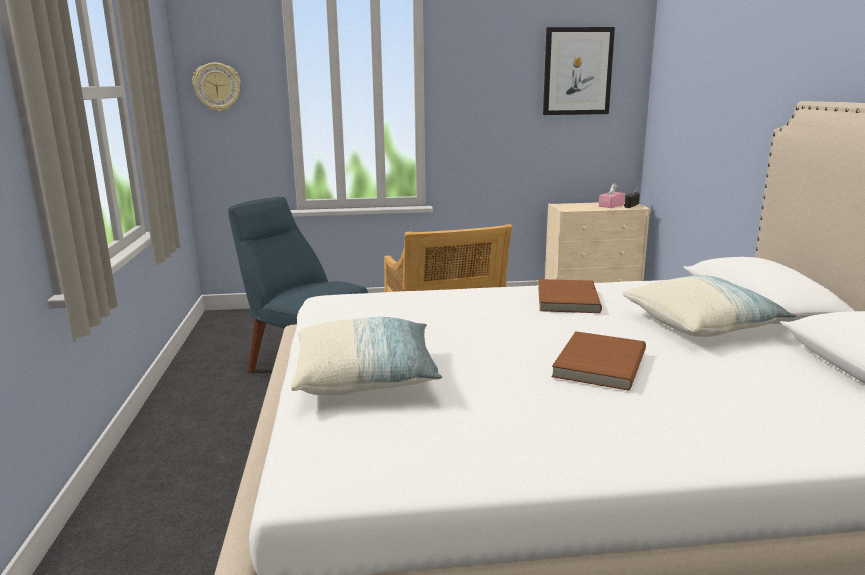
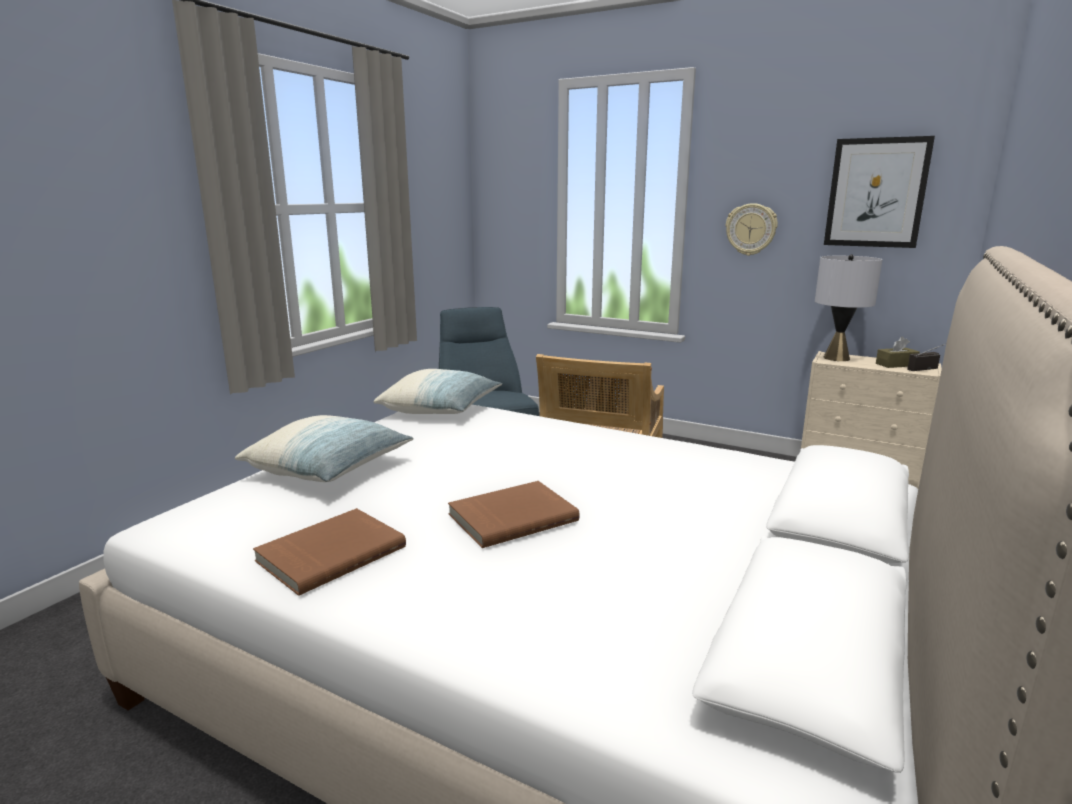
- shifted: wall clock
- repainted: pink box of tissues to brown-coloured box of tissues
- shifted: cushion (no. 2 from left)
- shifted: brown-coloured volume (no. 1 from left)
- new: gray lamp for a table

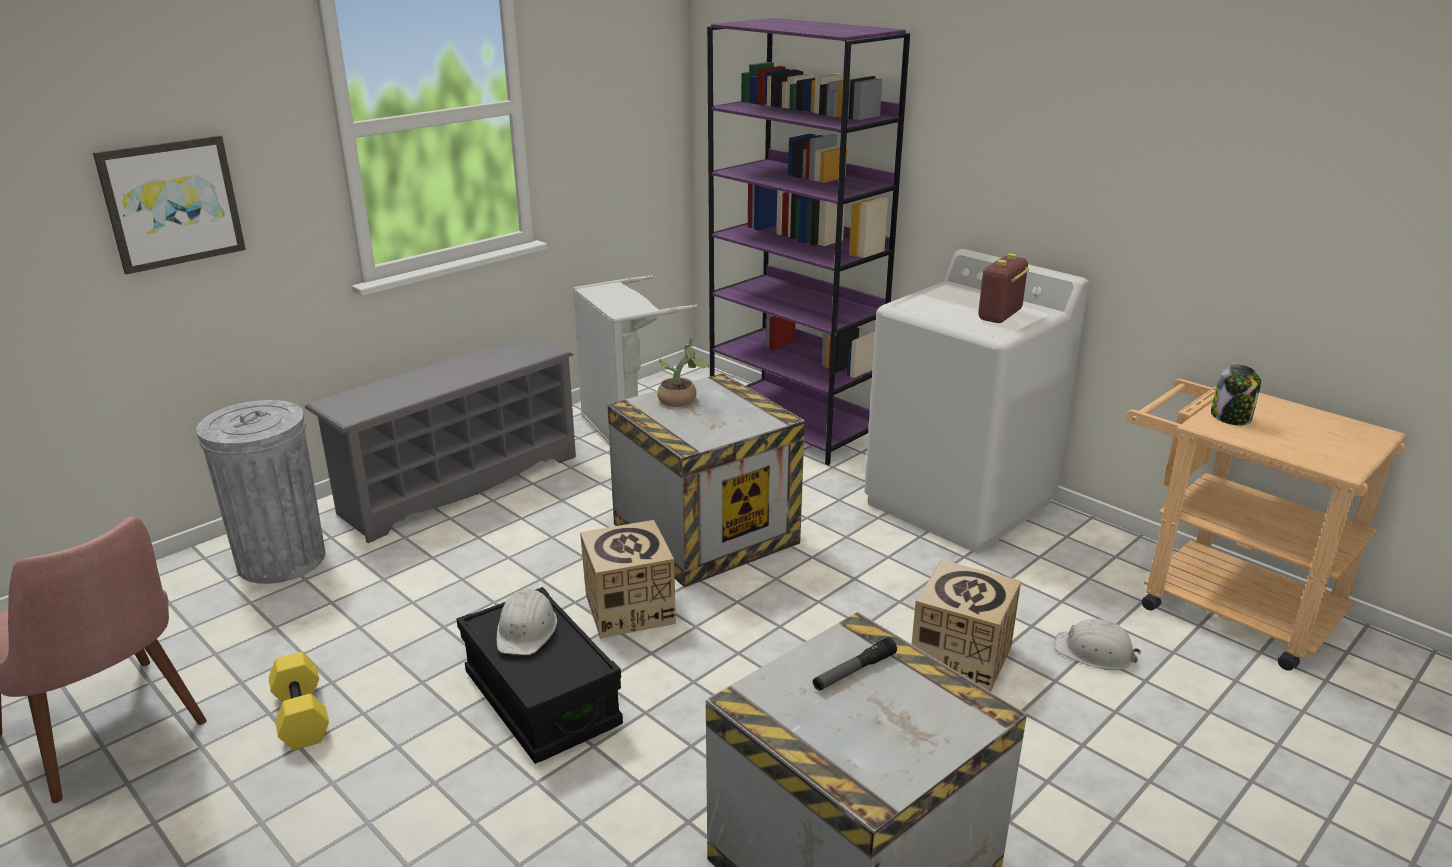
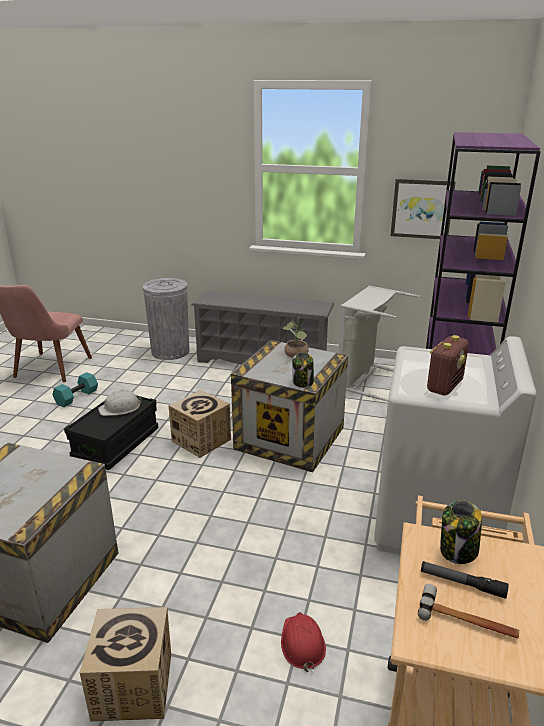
- shifted: wall art
- rotated: radio 120 degrees clockwise
- shifted: packing box (no. 2 from left in the first image) to packing box (no. 1 from left)
- repainted: white work helmet (no. 2 from left) to red-coloured work helmet
- shifted: flashlight
- repainted: yellow dumbbell to turquoise dumbbell
- new: preserve jar (no. 1 from left)
- new: hand hammer

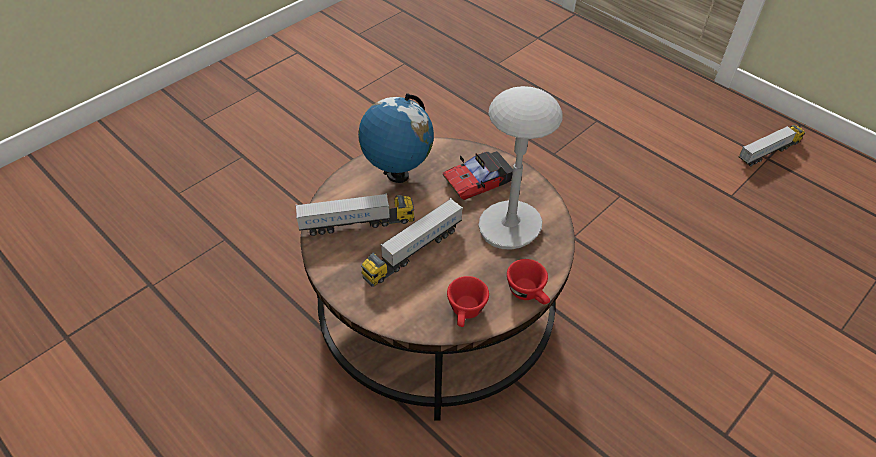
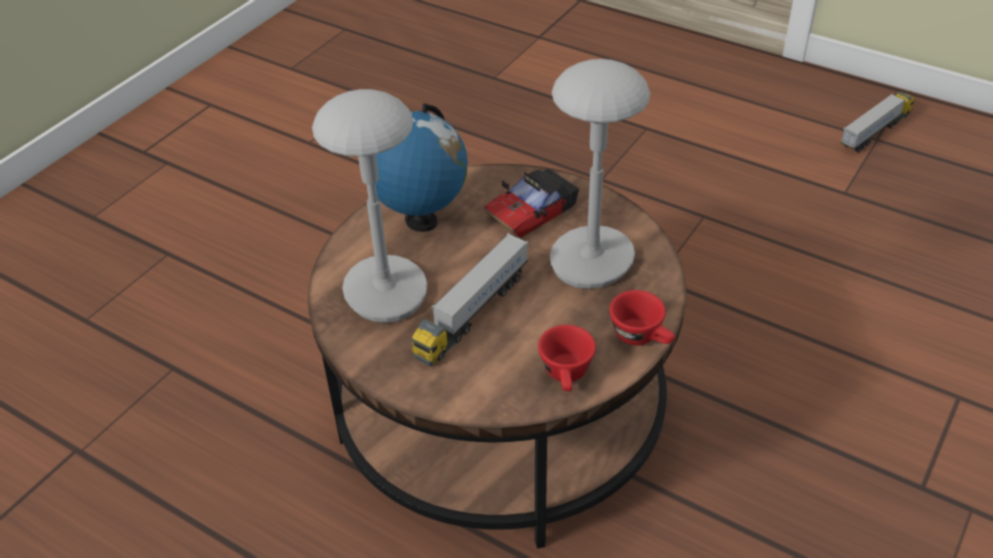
- swapped: model truck (no. 1 from left) to gray lamp for a table (no. 1 from left)

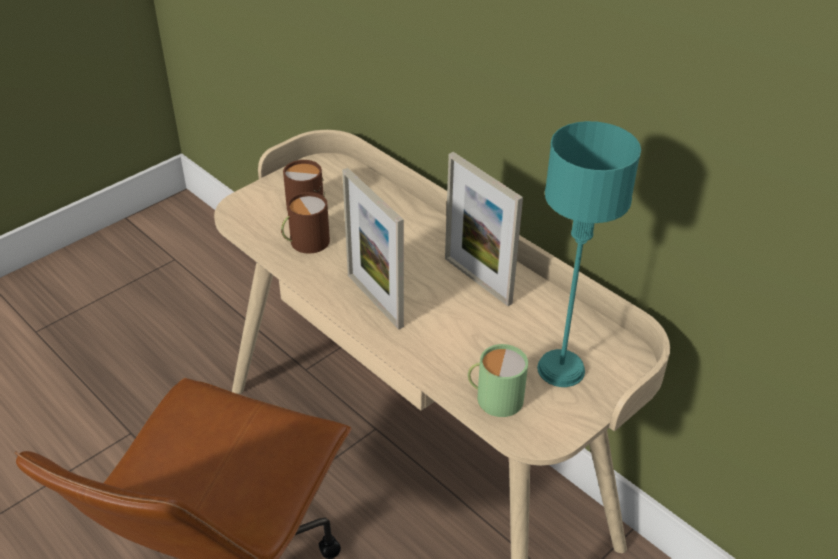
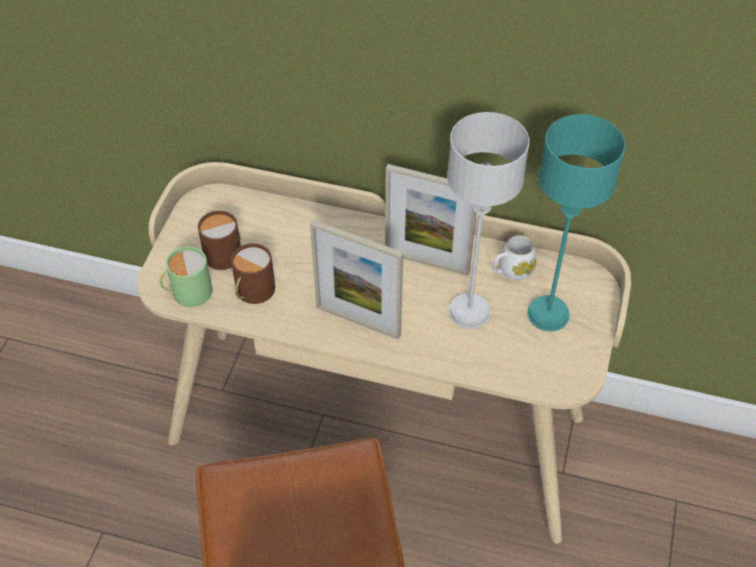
- shifted: green tea mug
- new: gray lamp for a table
- new: white tea mug

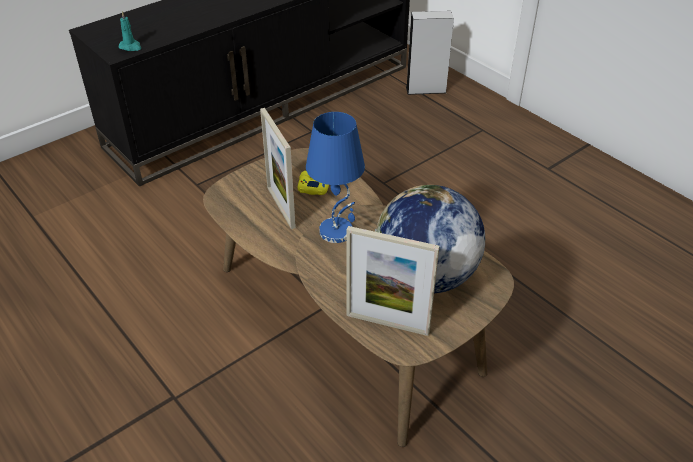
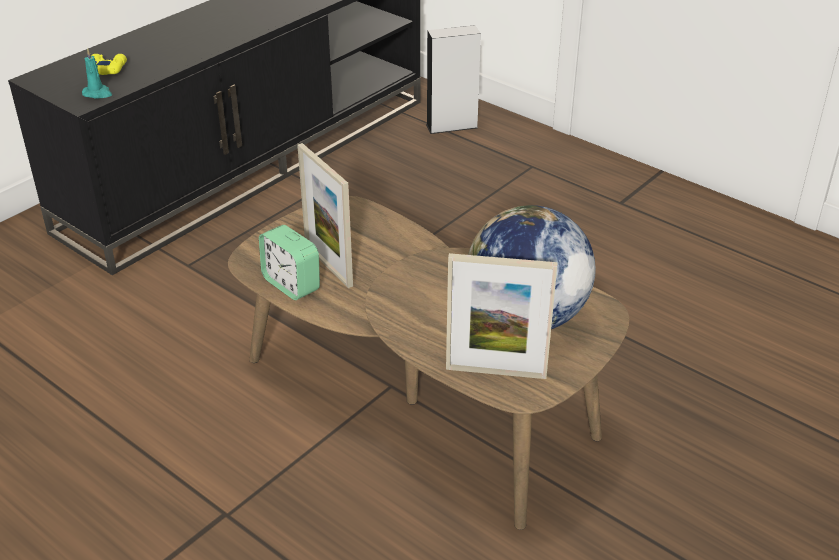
- gone: blue lamp for a table
- shifted: yellow joypad
- new: table clock

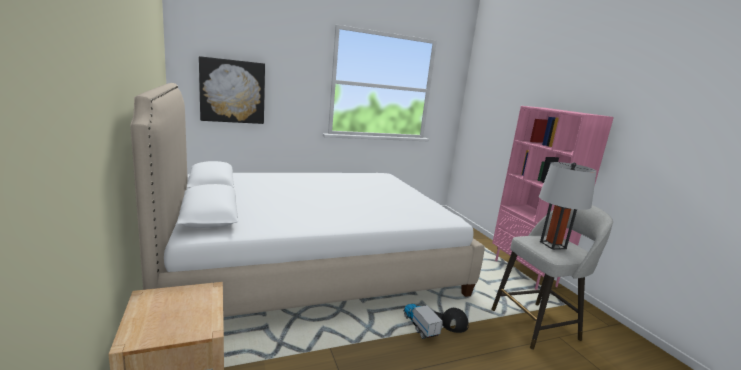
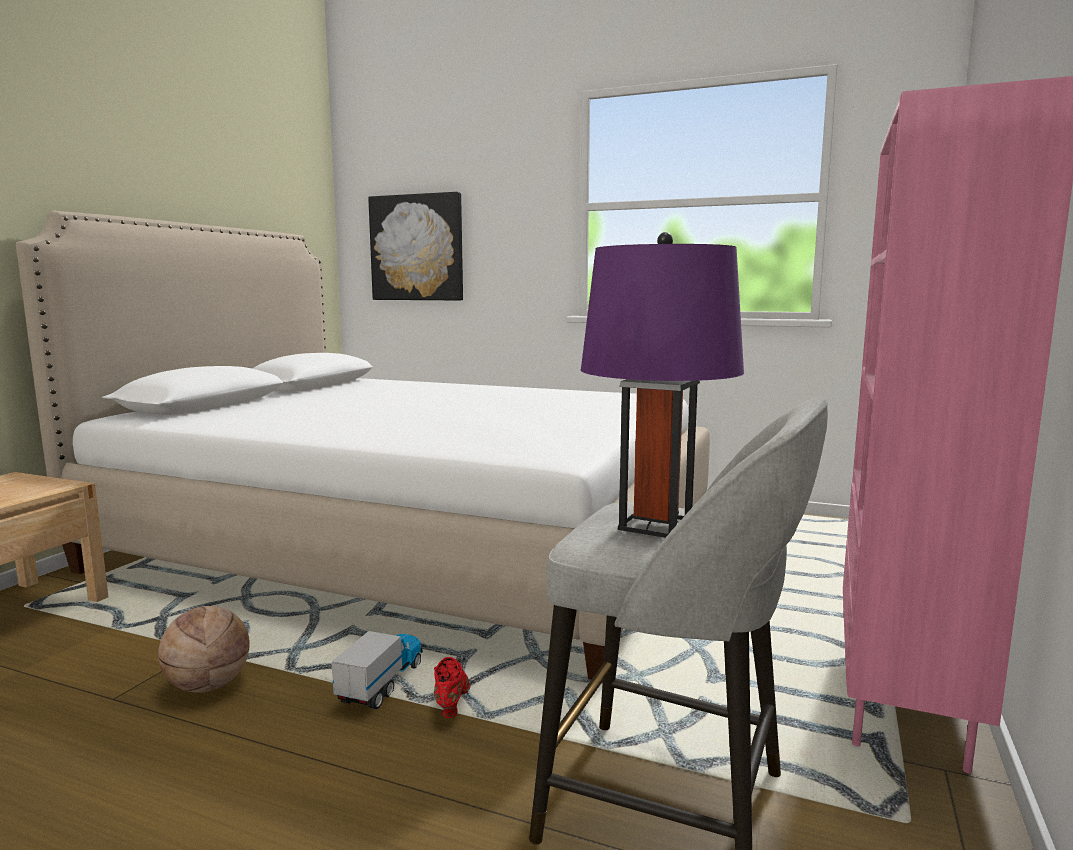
- repainted: gray lamp for a table to purple-coloured lamp for a table
- swapped: black baseball cap to red-coloured low shoe
- new: ball for basketball

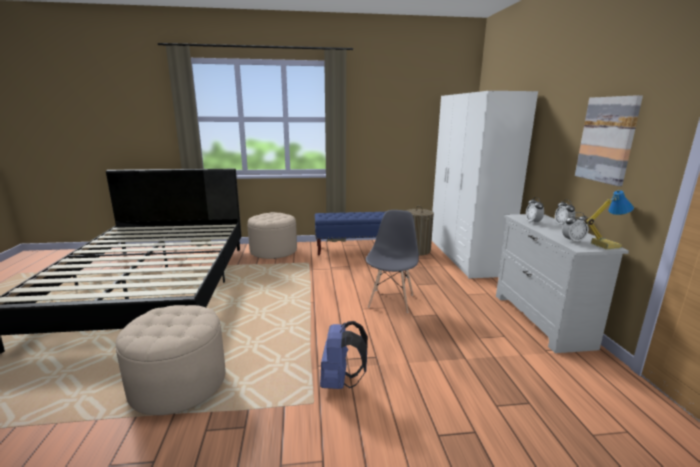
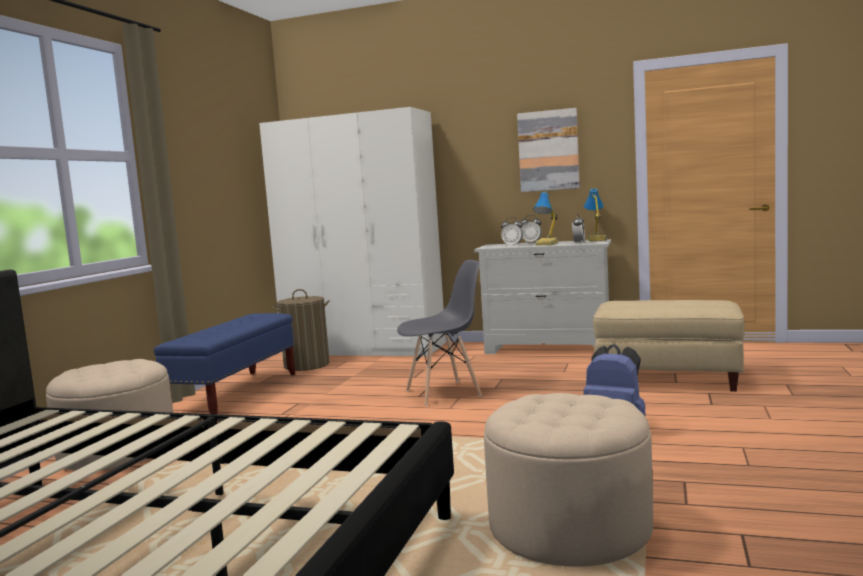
- rotated: gray plain chair 120 degrees clockwise
- new: lamp for a table (no. 1 from left)
- new: beige-coloured footrest (no. 3 from left)

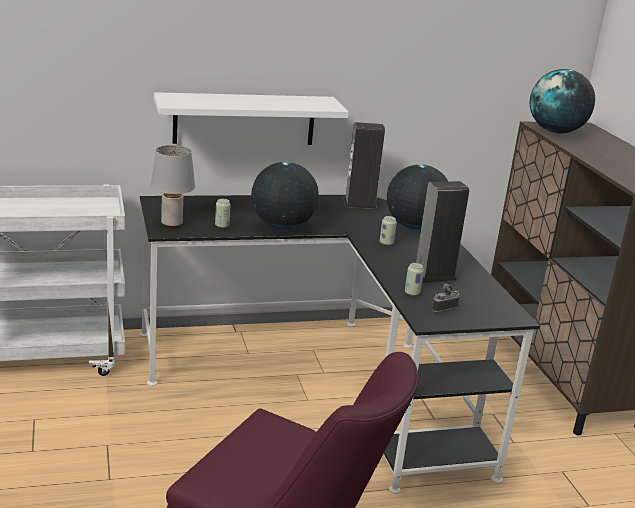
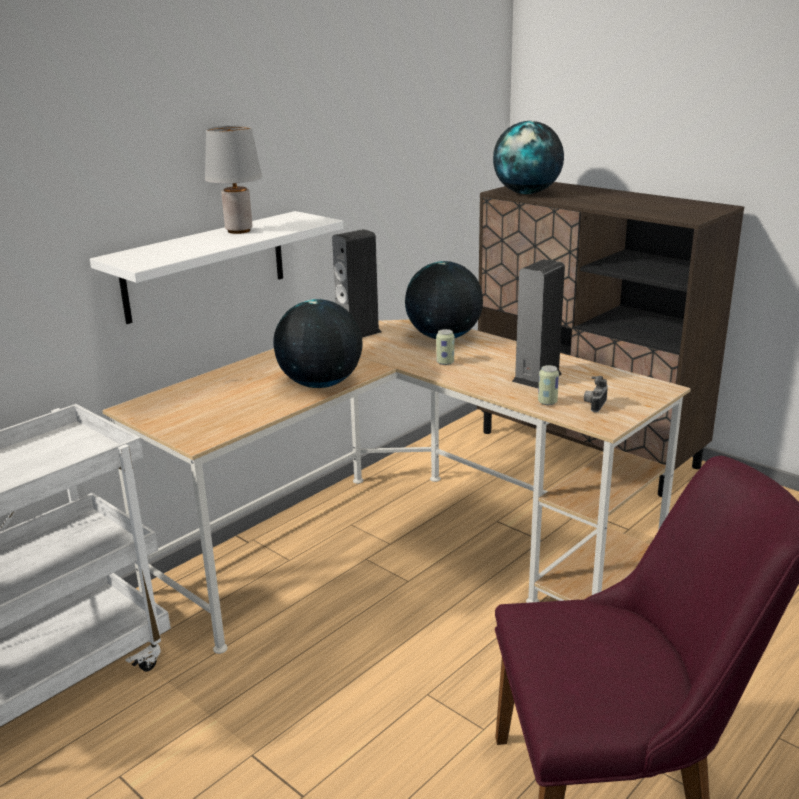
- shifted: gray lamp for a table
- repainted: black desk table to beige-coloured desk table
- gone: sealed can (no. 1 from left)

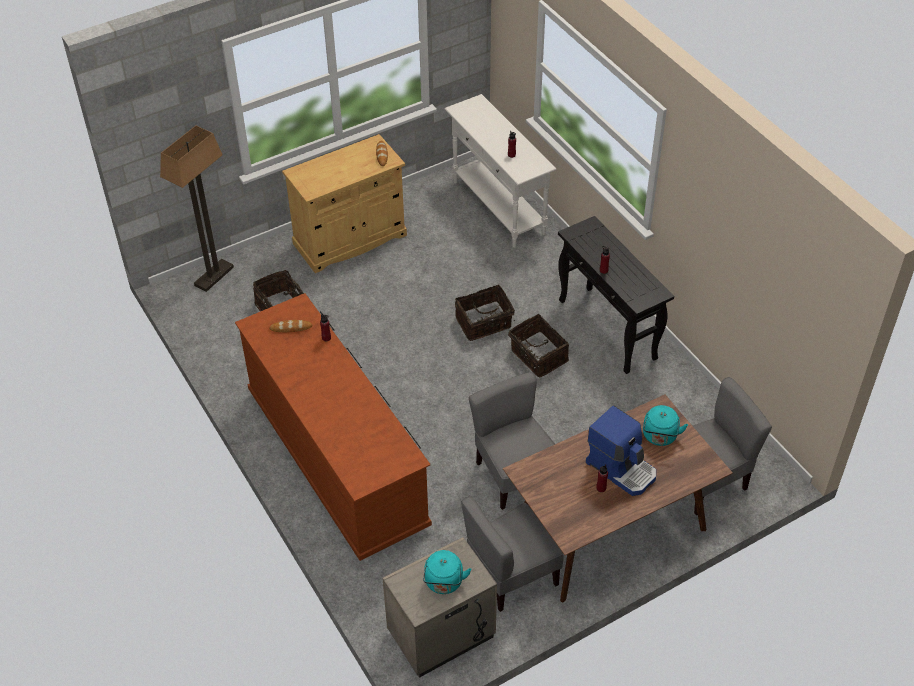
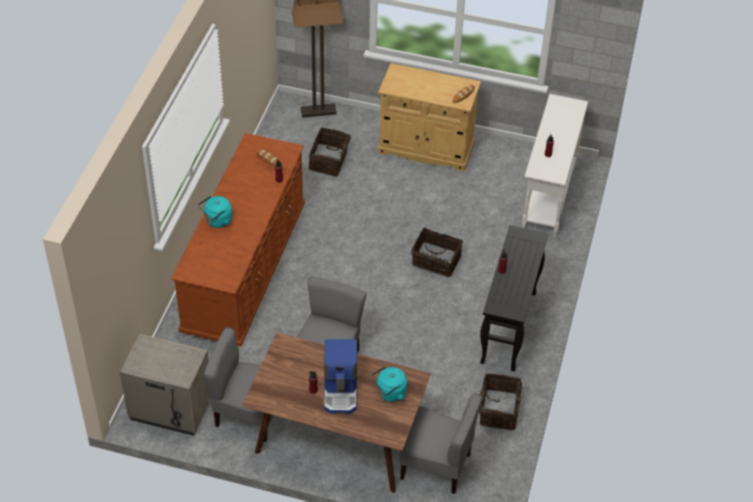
- shifted: basket (no. 3 from left)
- shifted: turquoise water kettle (no. 1 from left)

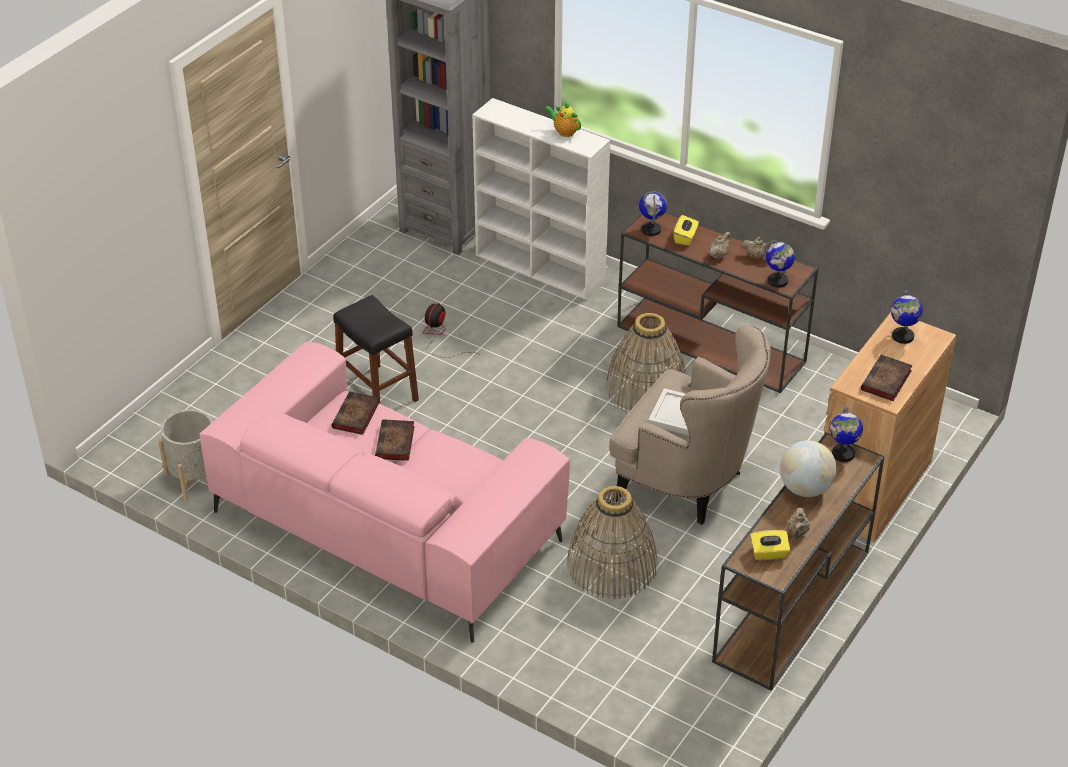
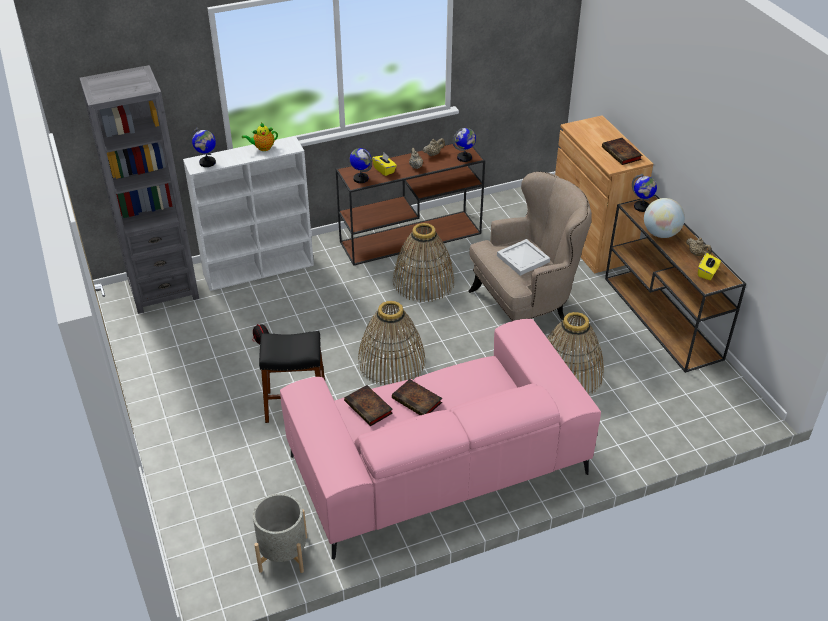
- shifted: world globe (no. 5 from left in the first image) to world globe (no. 1 from left)
- new: basket (no. 1 from left)

